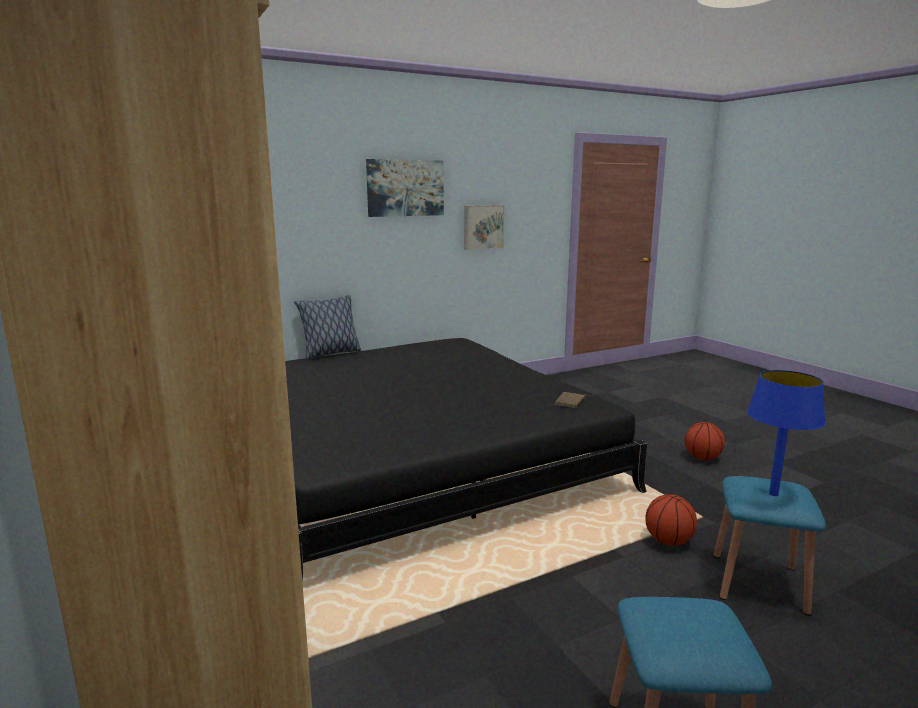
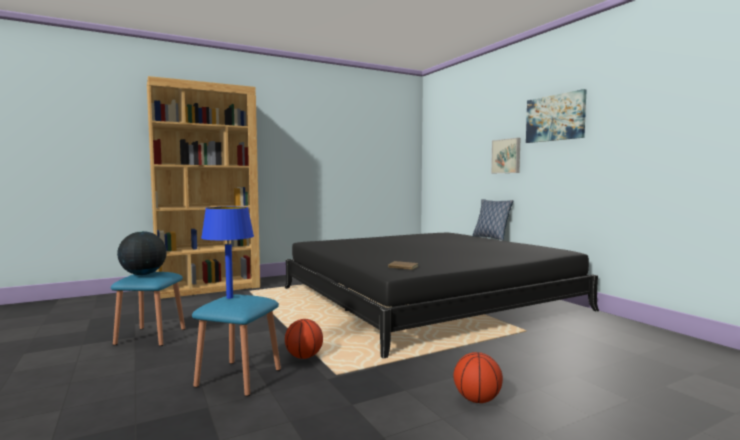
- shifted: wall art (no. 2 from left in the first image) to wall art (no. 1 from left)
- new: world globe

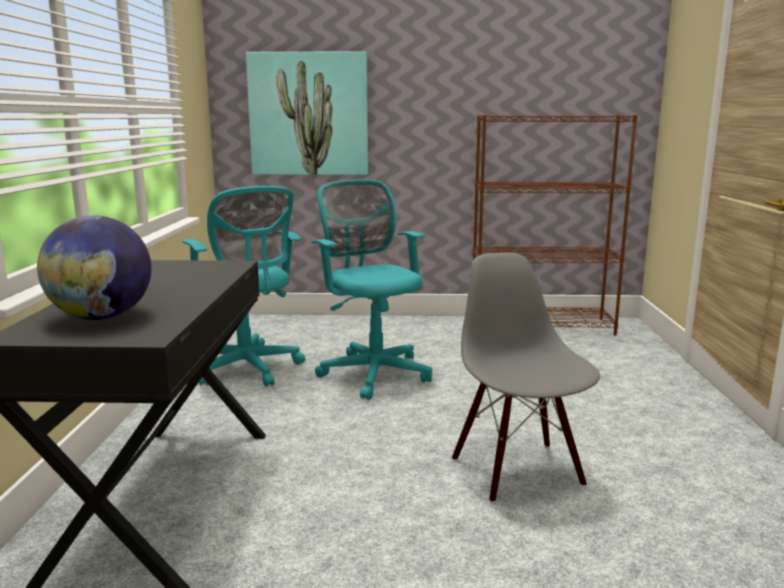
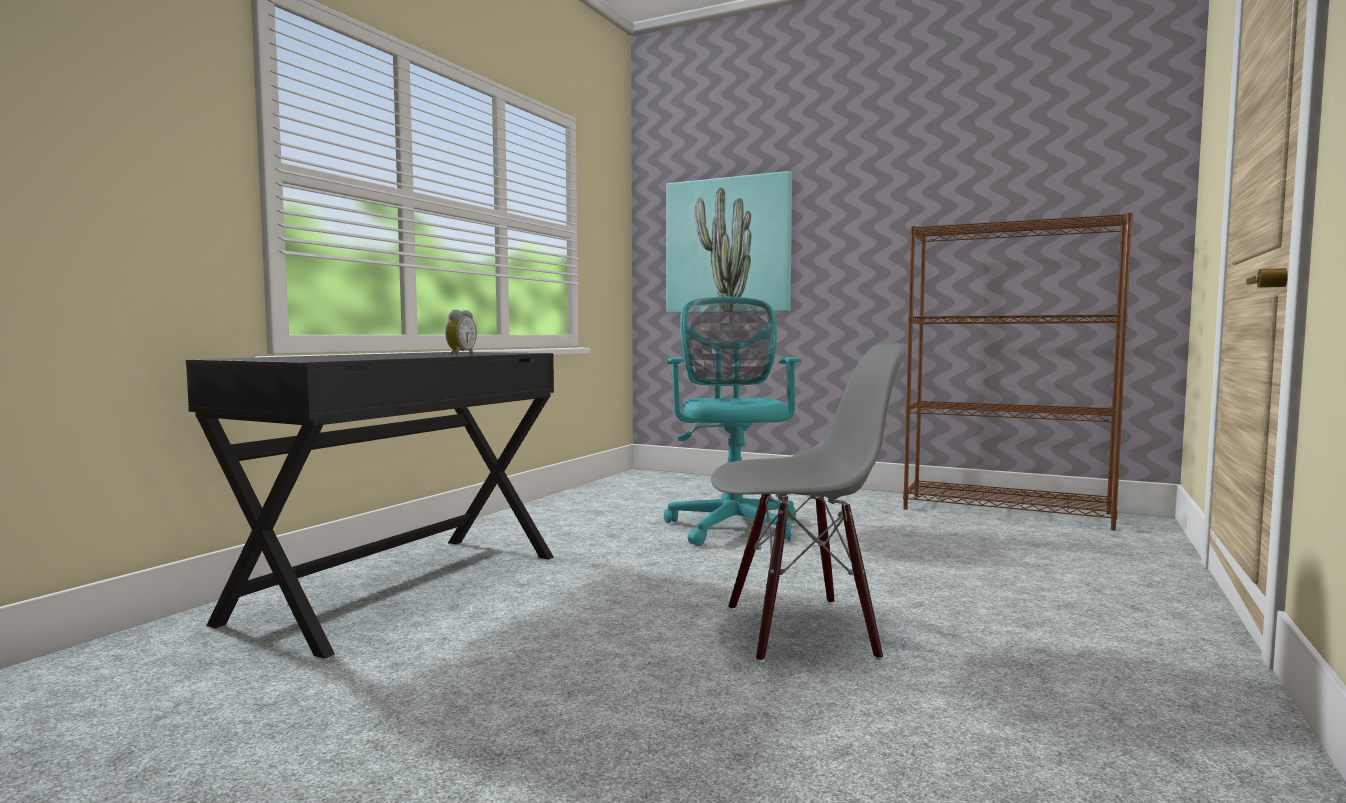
- gone: turquoise office chair (no. 1 from left)
- gone: world globe
- rotated: gray plain chair 75 degrees clockwise
- new: table clock

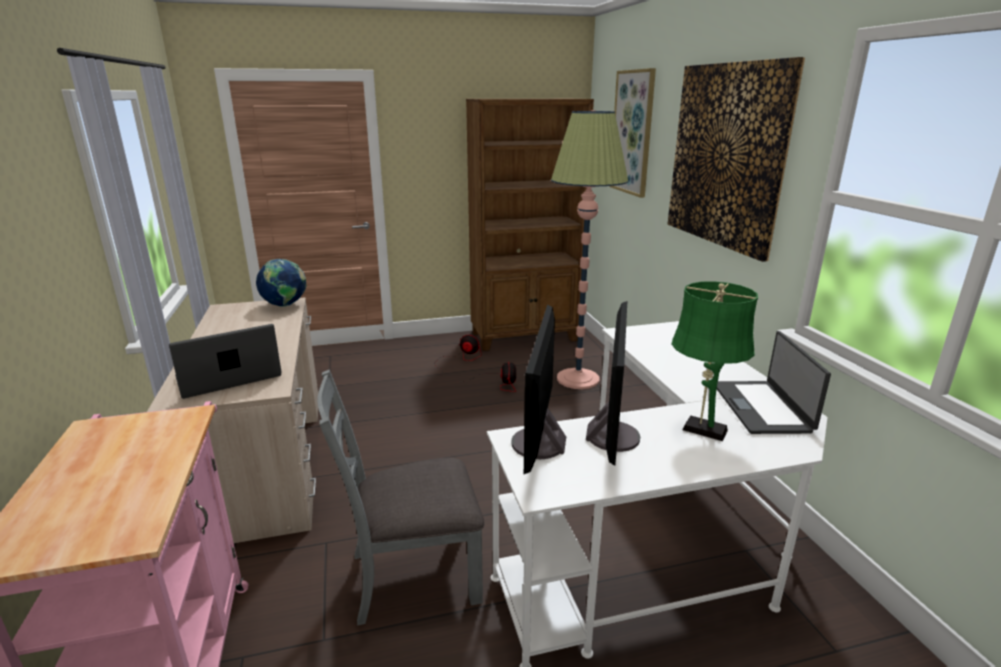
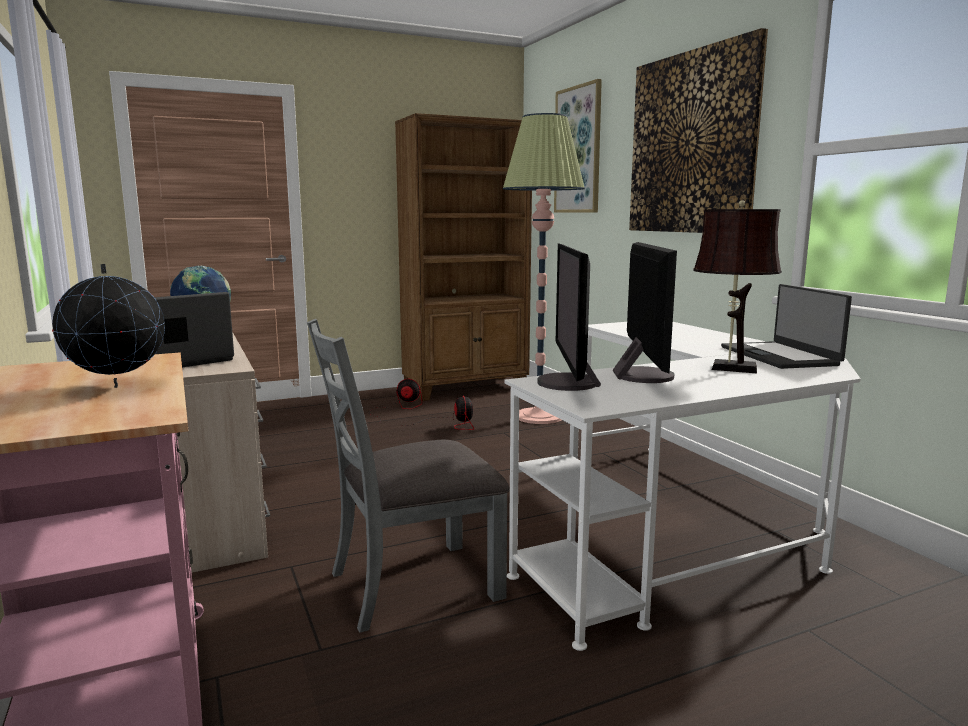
- repainted: green lamp for a table to brown-coloured lamp for a table
- new: world globe (no. 1 from left)

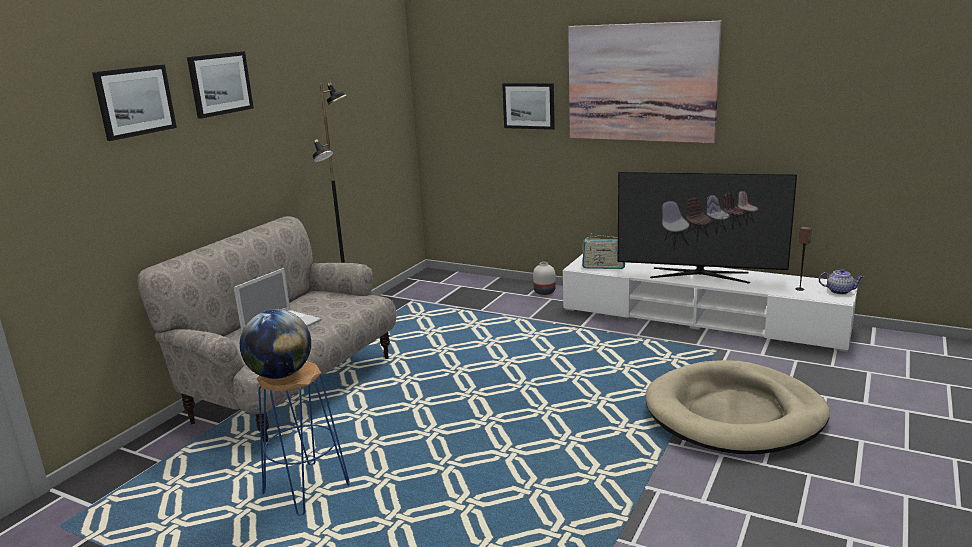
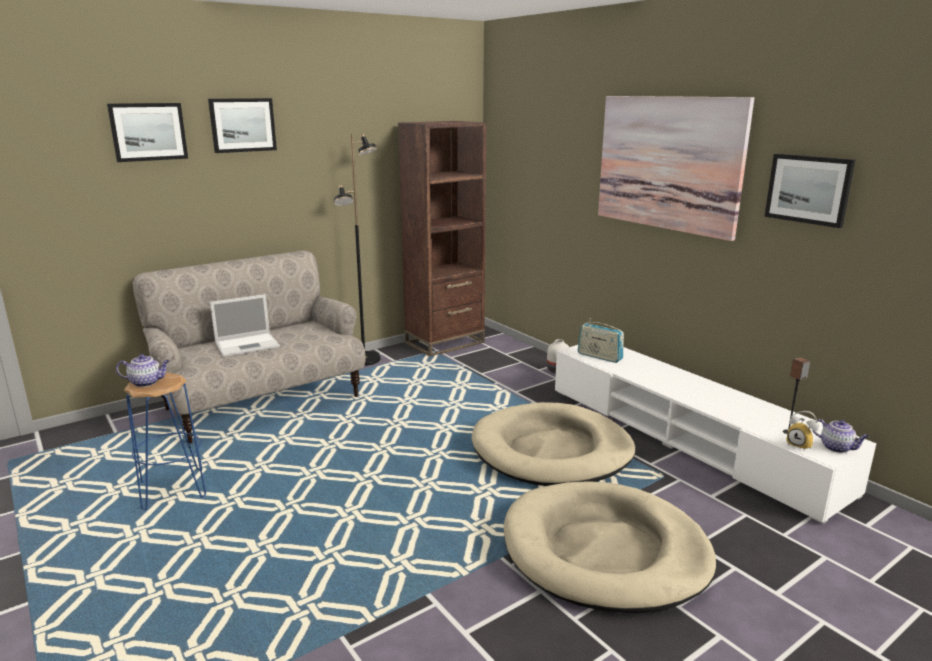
- shifted: wall art (no. 3 from left in the first image) to wall art (no. 4 from left)
- gone: television
- swapped: world globe to tea pot (no. 1 from left)
- new: brown-coloured bookcase
- new: beige-coloured dog cushion (no. 1 from left)
- new: table clock

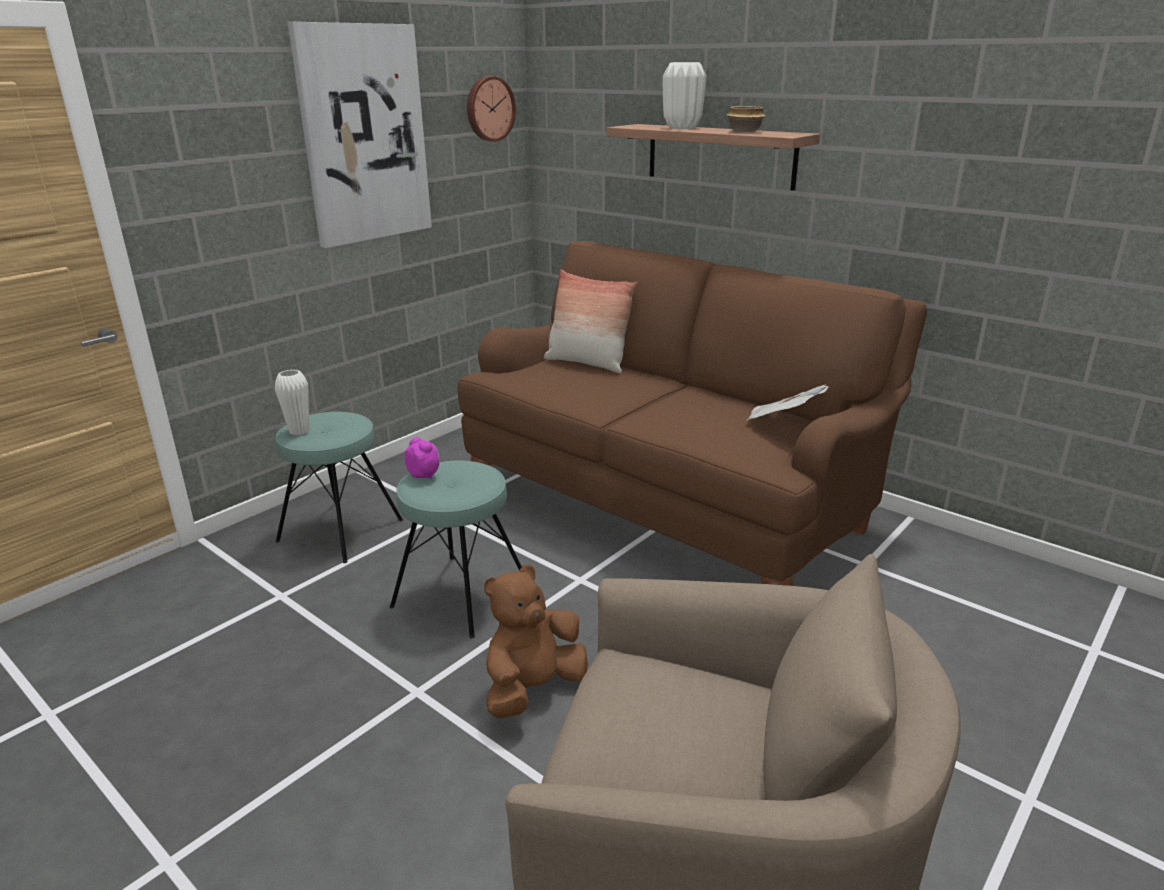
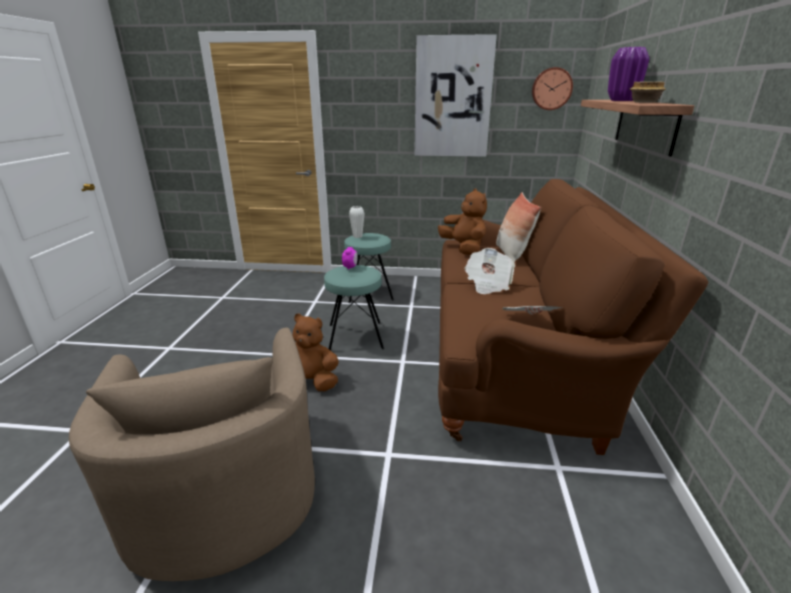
- repainted: white decorative vase (no. 2 from left) to purple-coloured decorative vase
- new: brown-coloured cuddly toy (no. 2 from left)
- new: printed paper (no. 1 from left)

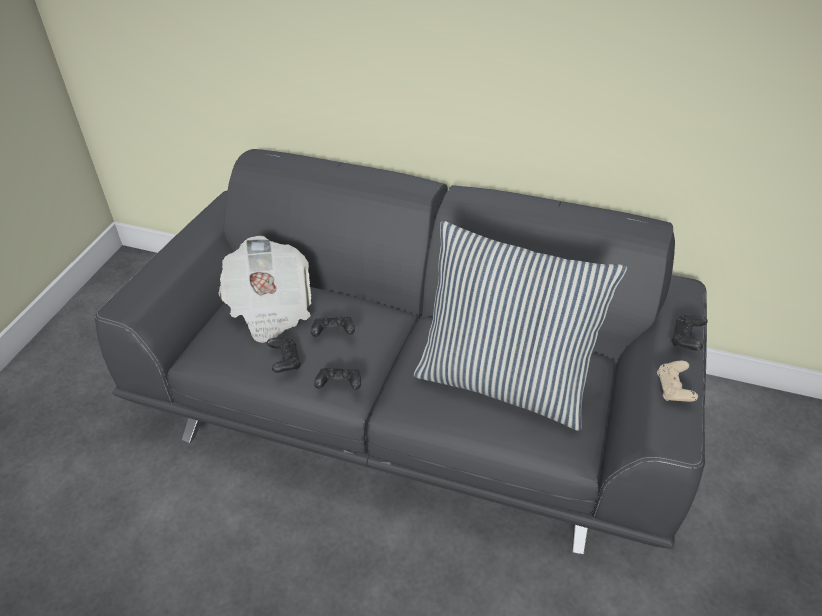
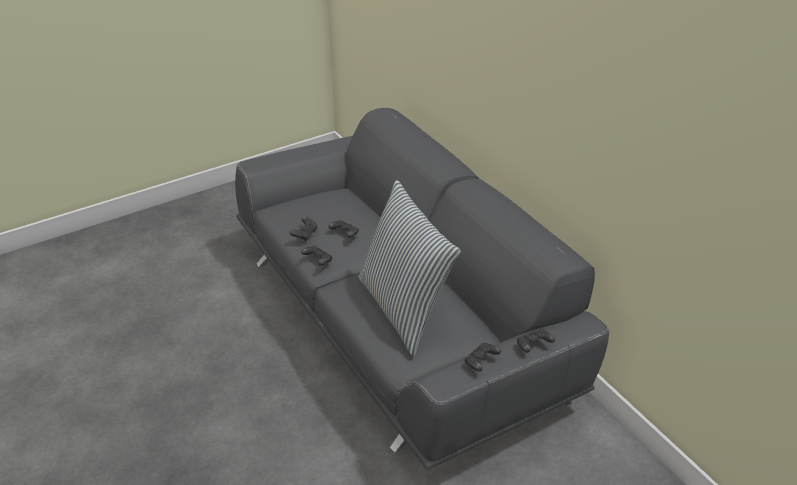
- gone: printed paper
- repainted: beige-coloured joypad to black joypad (no. 4 from left)

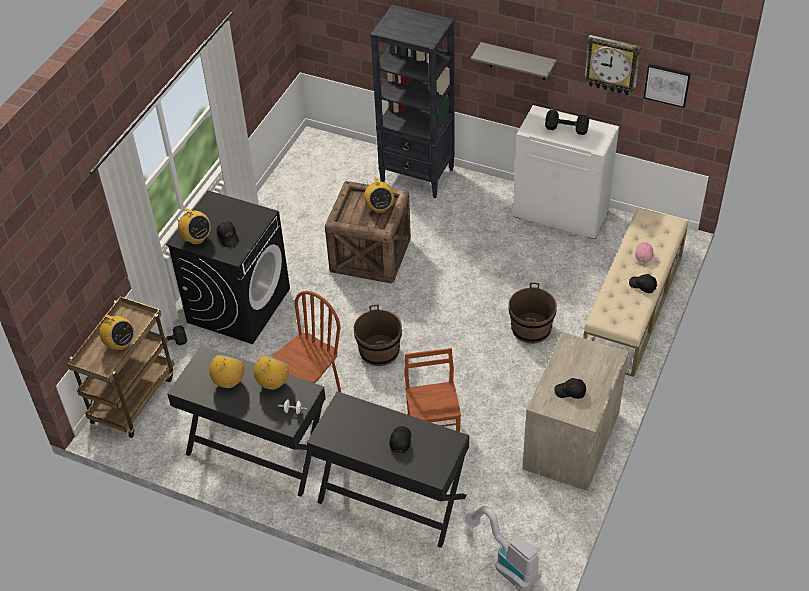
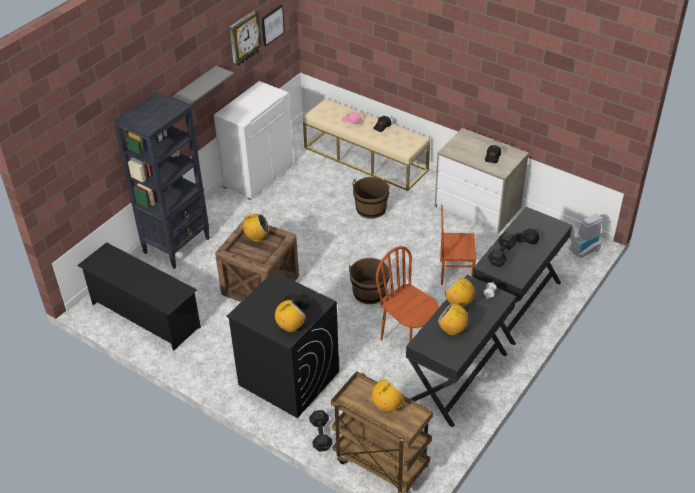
- shifted: black dumbbell (no. 2 from left)
- new: black shoe shelf

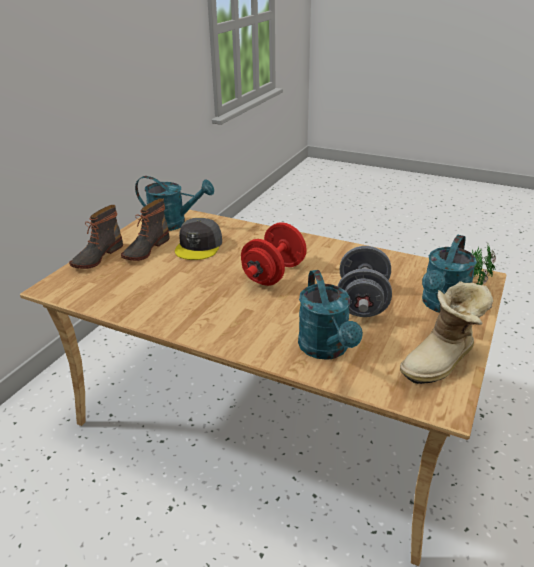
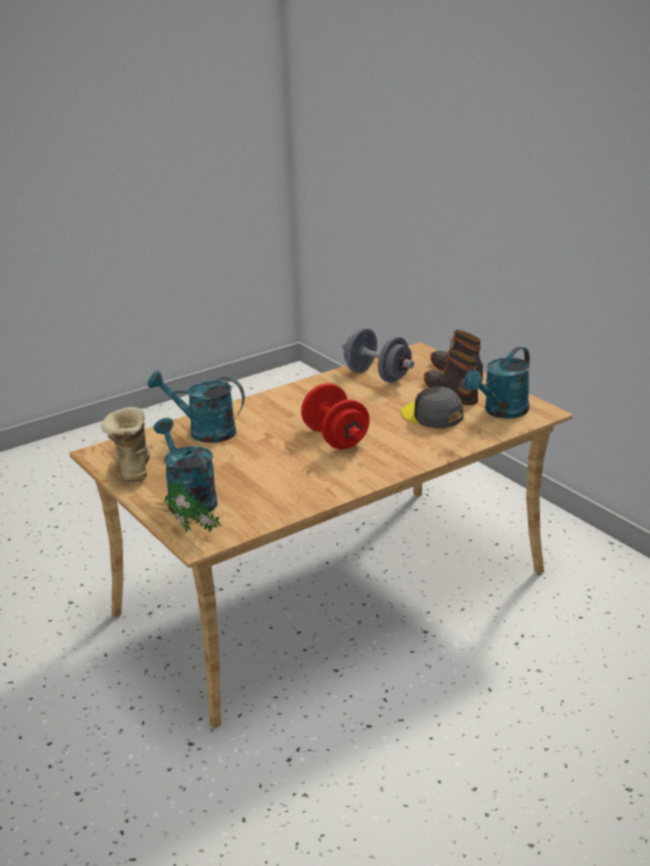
- shifted: gray dumbbell

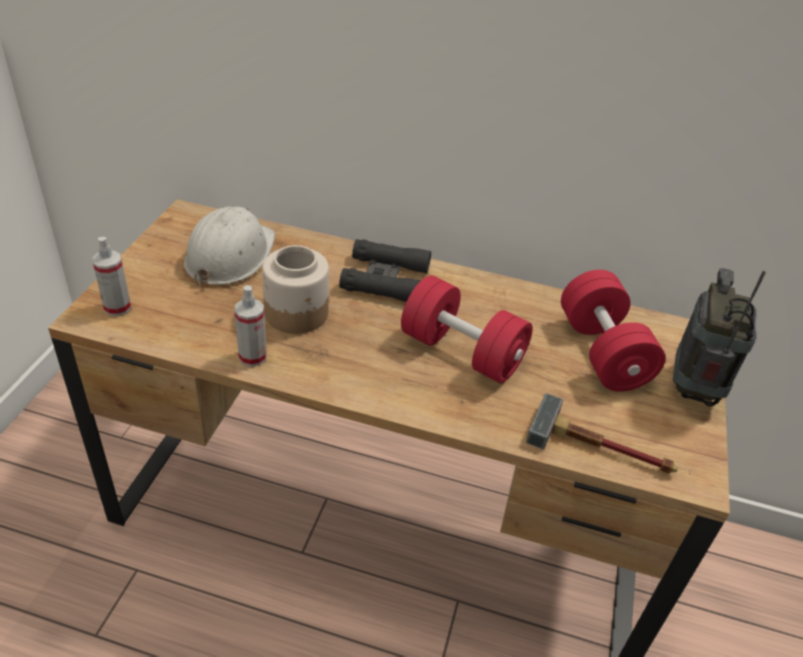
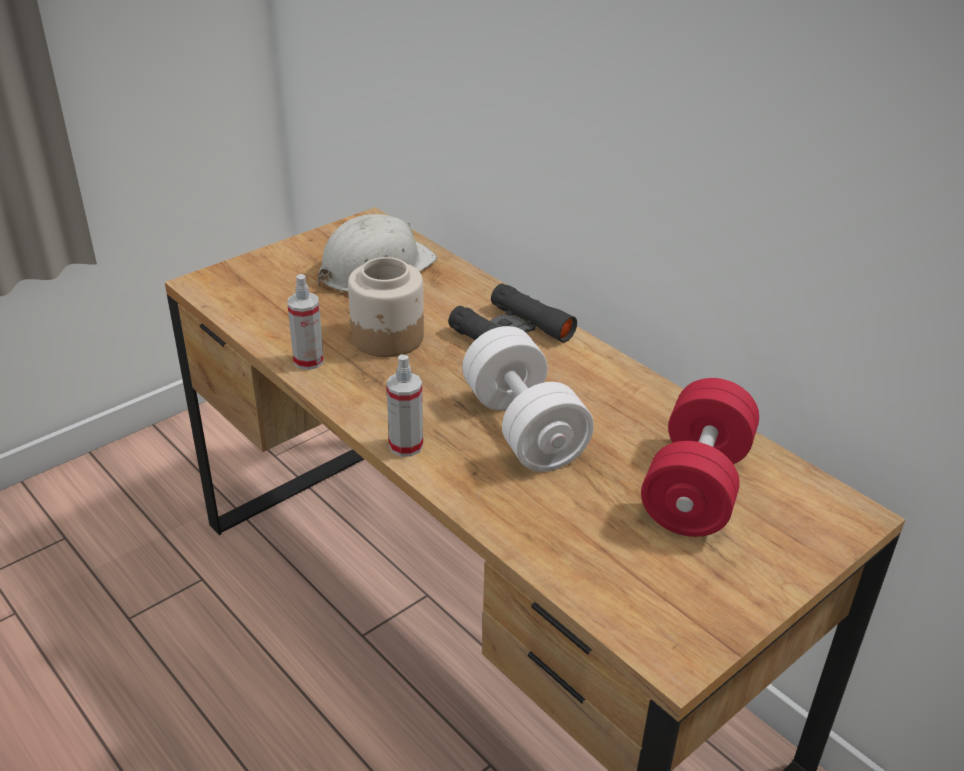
- shifted: hand sprayer (no. 1 from left in the first image) to hand sprayer (no. 2 from left)
- gone: radio
- repainted: red-coloured dumbbell (no. 1 from left) to white dumbbell
- gone: hand hammer

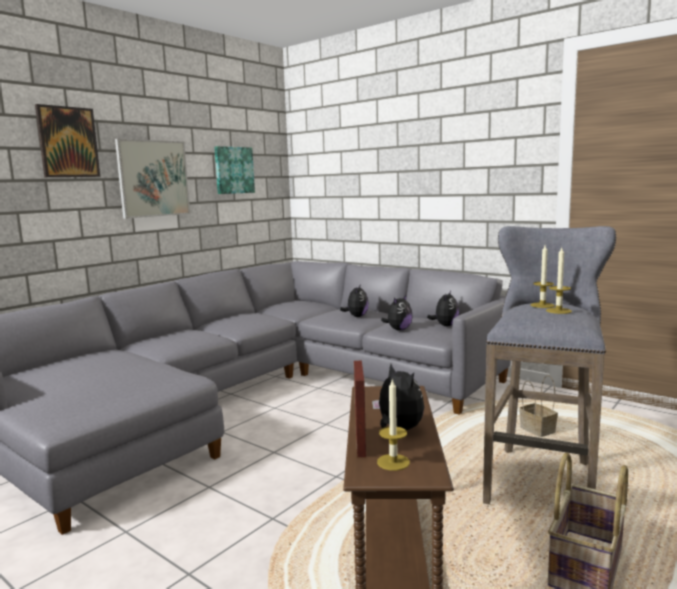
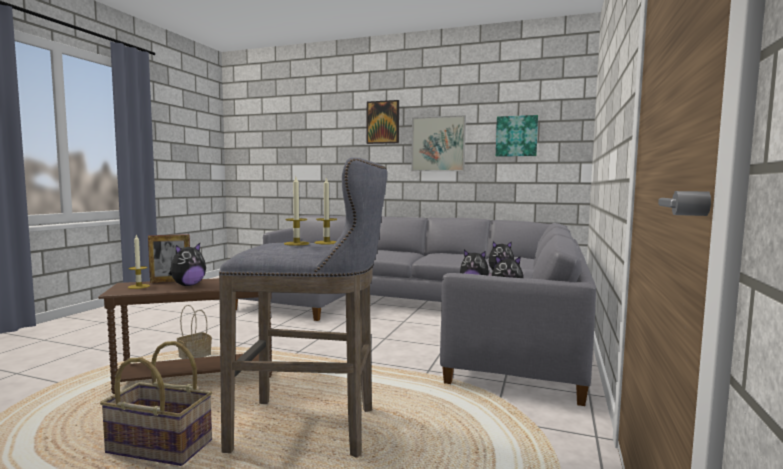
- shifted: basket (no. 1 from left in the first image) to basket (no. 2 from left)

